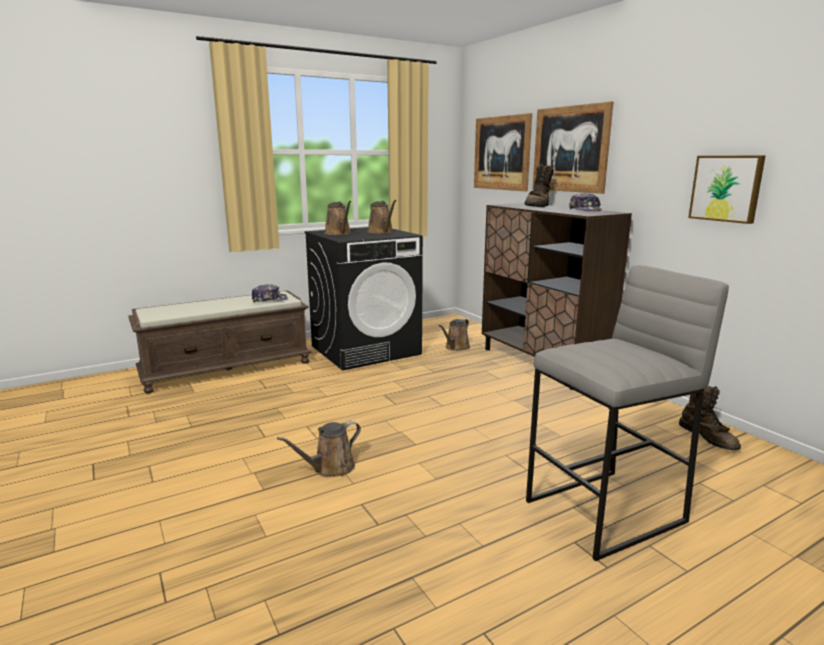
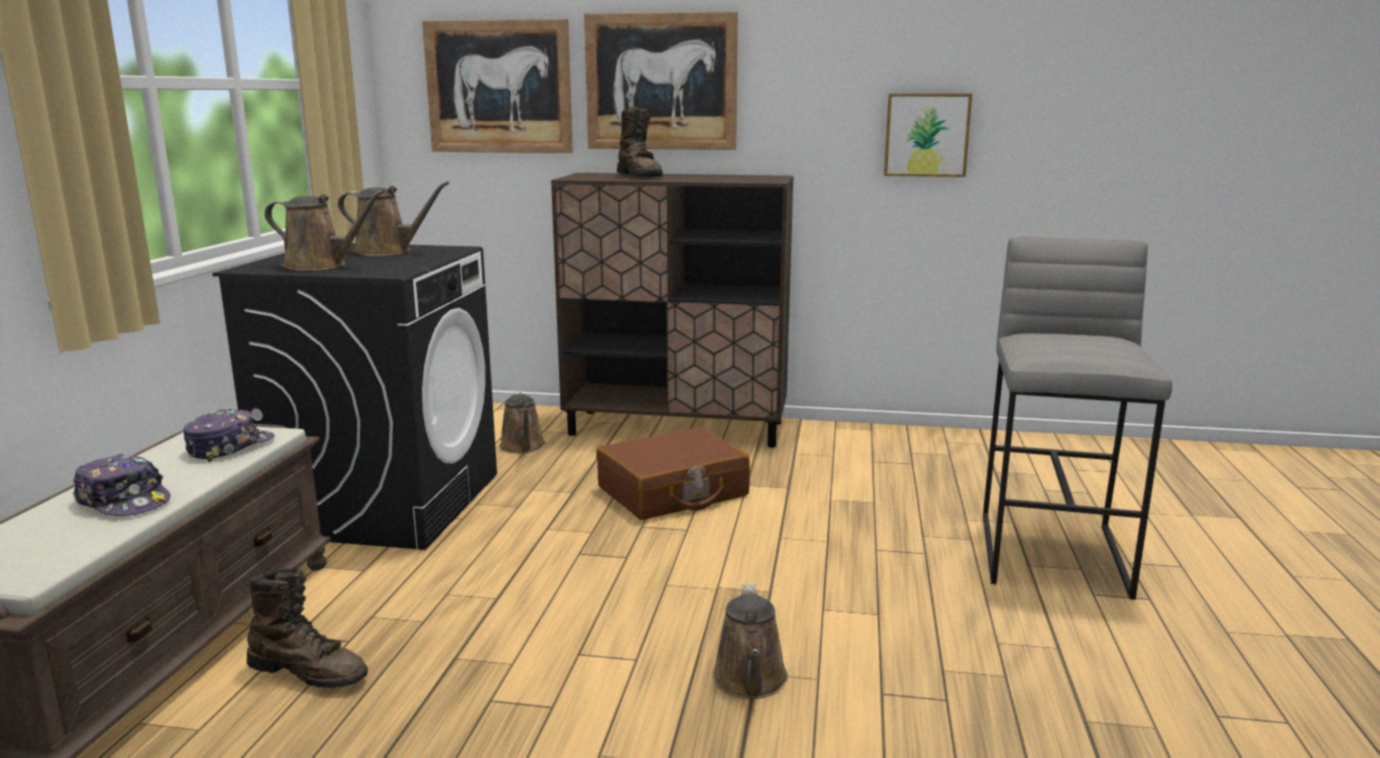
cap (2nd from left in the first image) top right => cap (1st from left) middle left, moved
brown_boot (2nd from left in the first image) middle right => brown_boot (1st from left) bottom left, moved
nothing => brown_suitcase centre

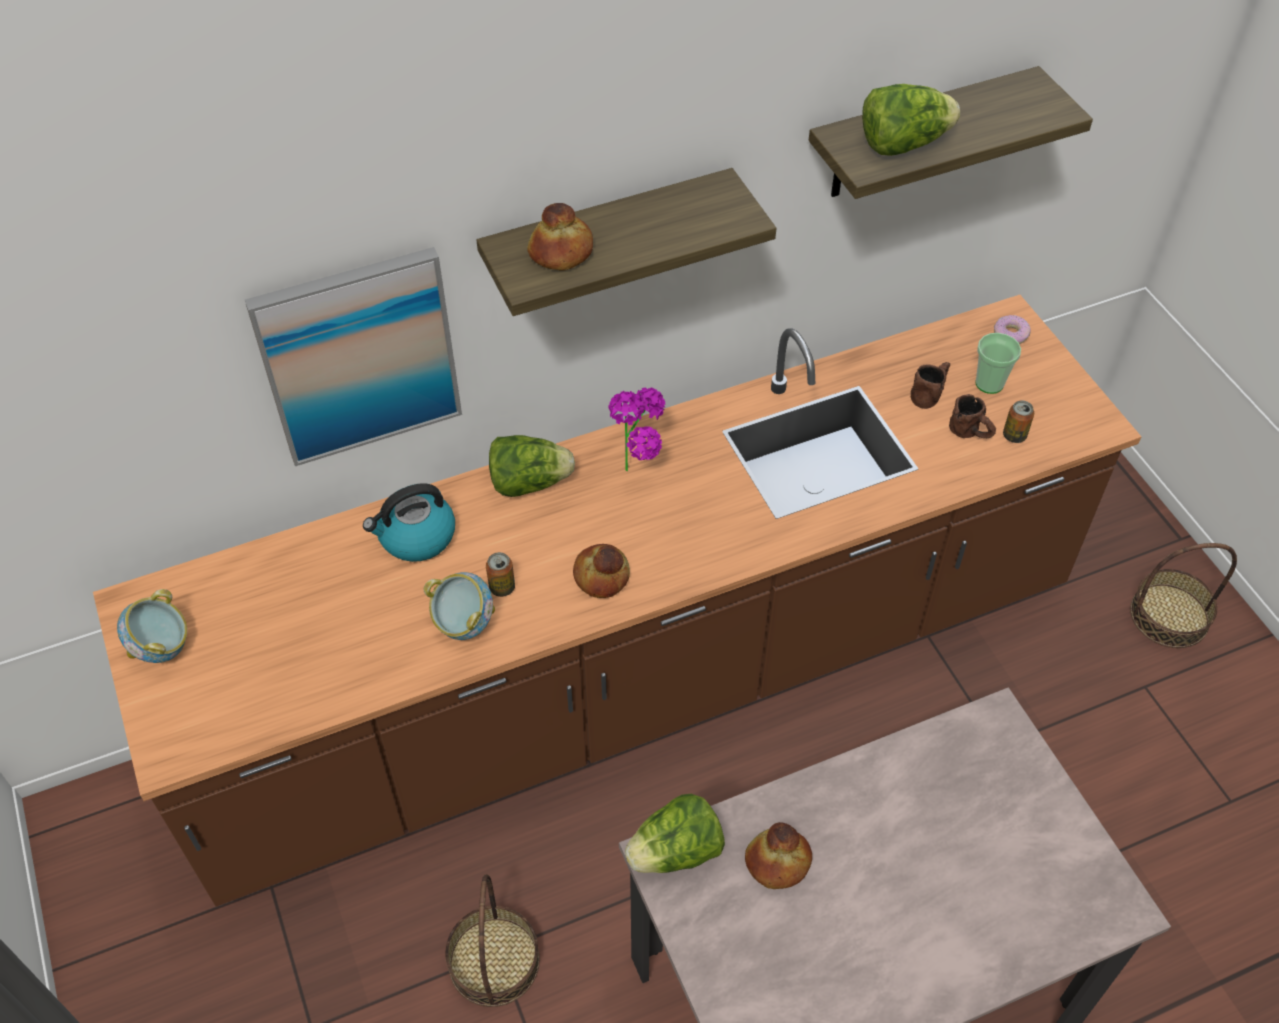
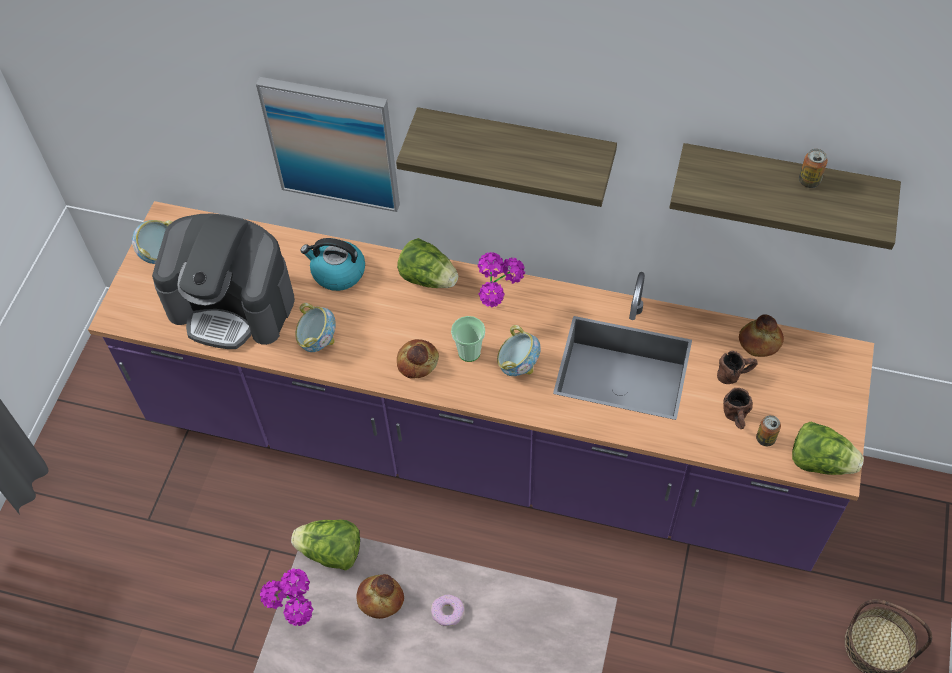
brown_counter centre => purple_counter centre
basket (1st from left) bottom centre => nothing
can (1st from left in the first image) centre => can (2nd from left) top right, moved
bread (1st from left in the first image) top centre => bread (3rd from left) middle right, moved
lettuce (3rd from left) top right => lettuce (3rd from left) middle right, moved
cup middle right => cup centre, moved
donut top right => donut bottom centre, moved
nothing => coffee_machine middle left
nothing => potted_plant (1st from left) bottom left
nothing => bowl (3rd from left) centre

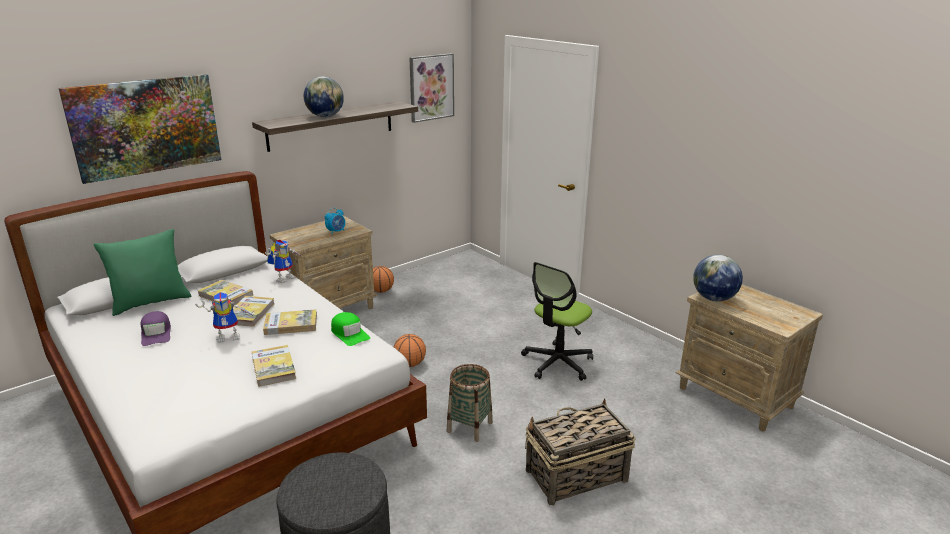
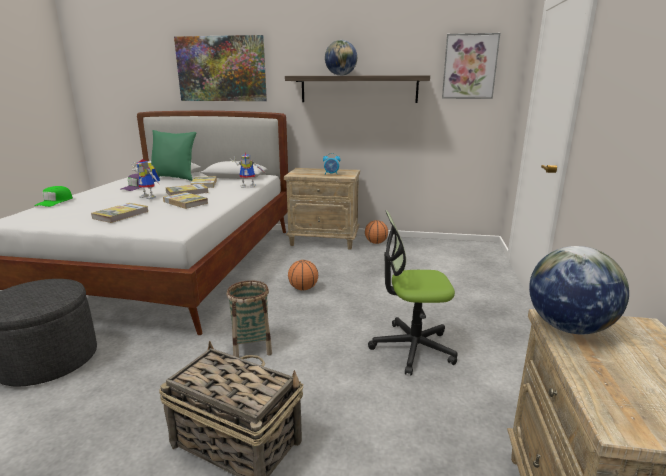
green_cap centre => green_cap middle left, moved

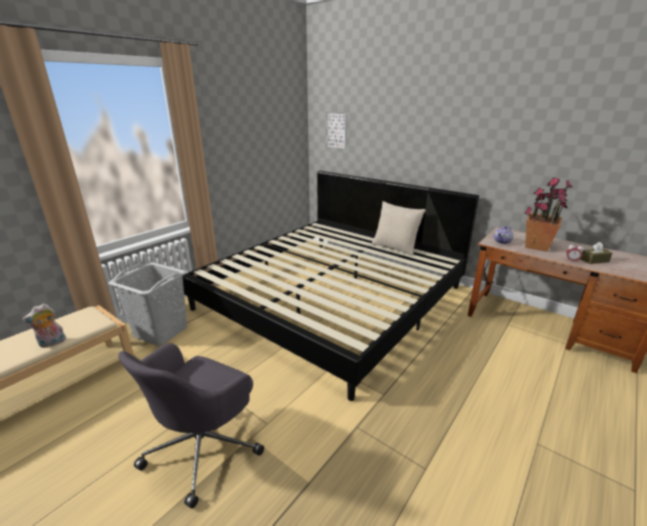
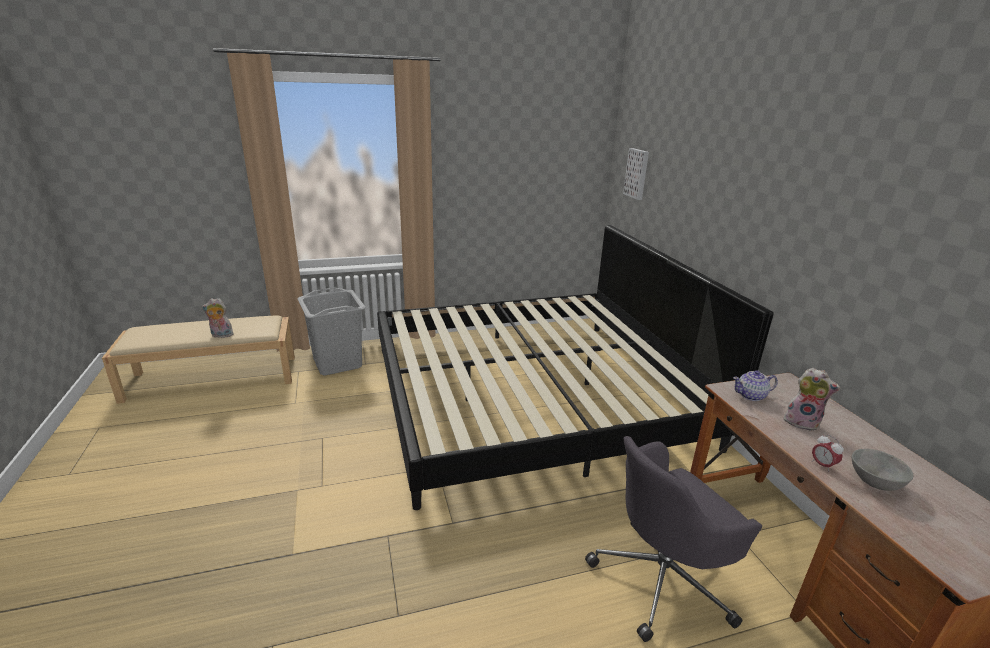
grey_office_chair bottom left => grey_office_chair bottom right, moved
beige_pillow centre => nothing
potted_plant middle right => plush_toy (2nd from left) middle right
brown_tissue_box middle right => grey_bowl bottom right

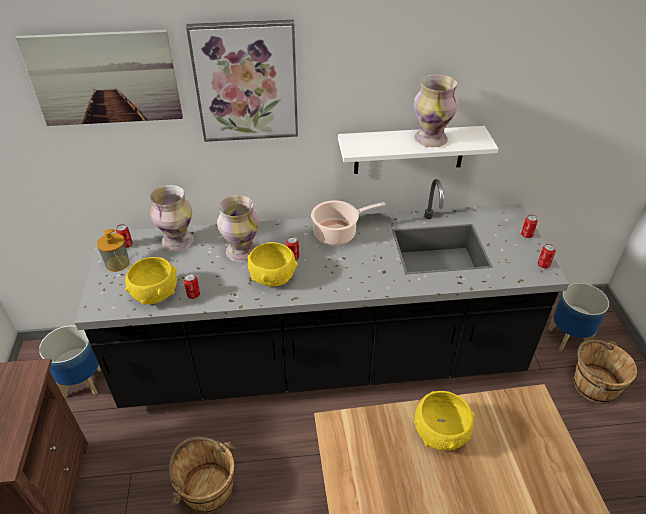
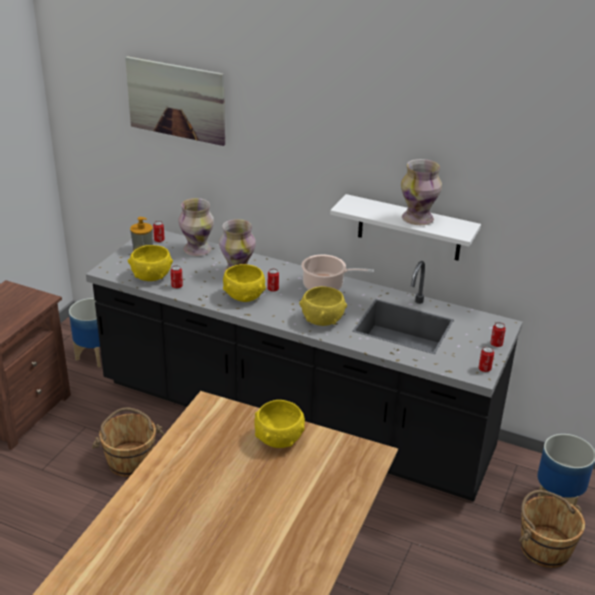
picture (2nd from left) top centre => nothing
nothing => yellow_bowl (4th from left) centre

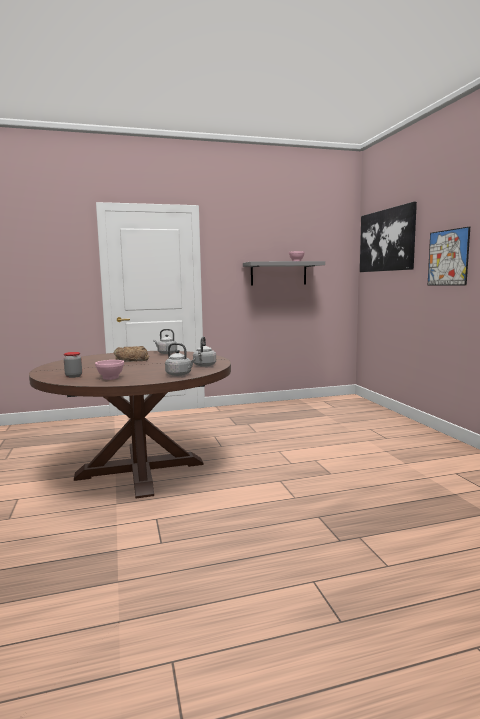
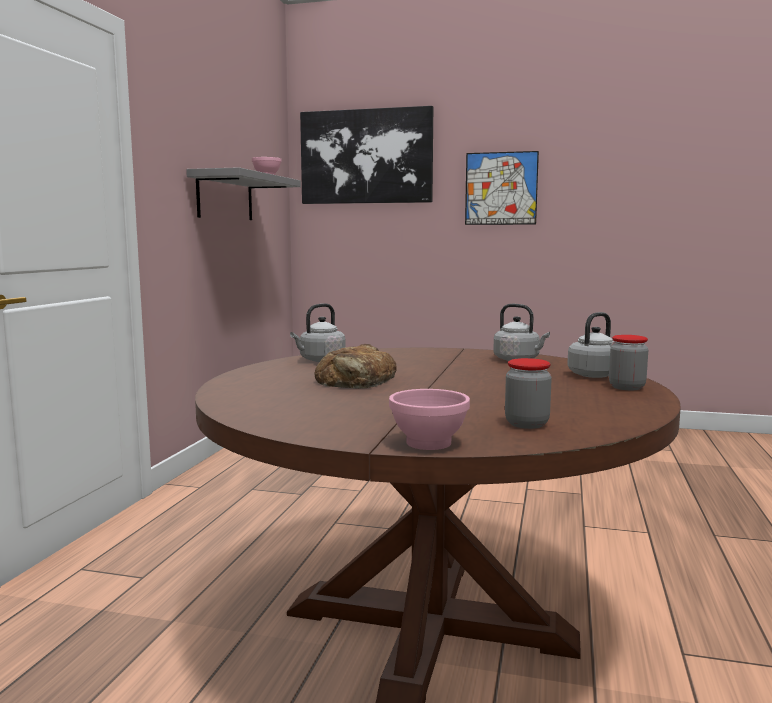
pink_bowl (1st from left in the first image) middle left => pink_bowl (2nd from left) centre, moved
nothing => jar (2nd from left) middle right

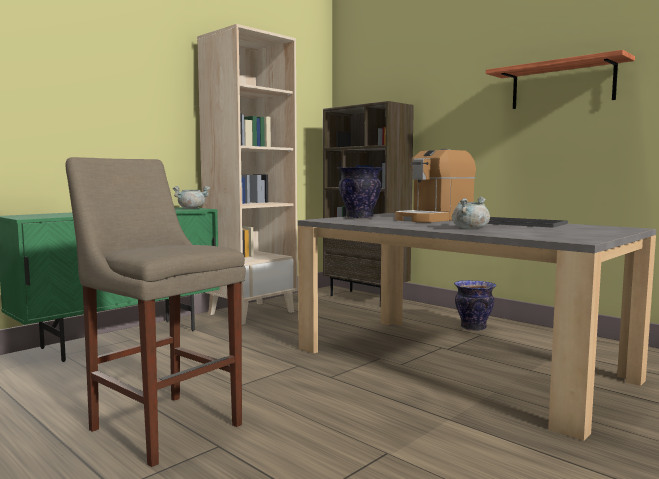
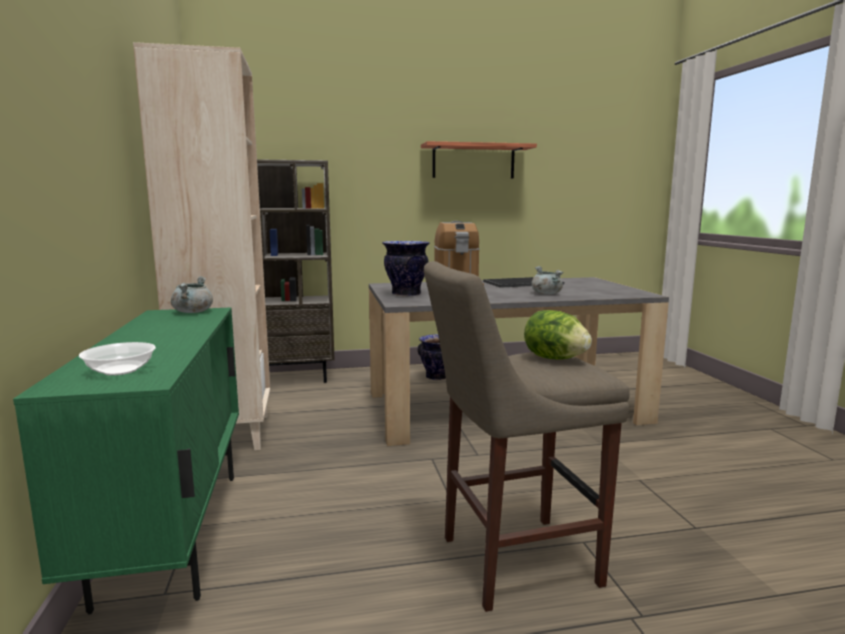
nothing => bowl middle left
nothing => lettuce centre

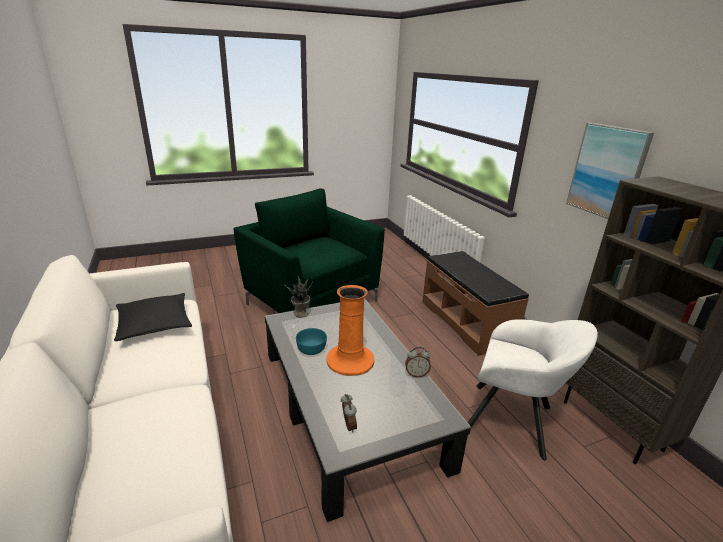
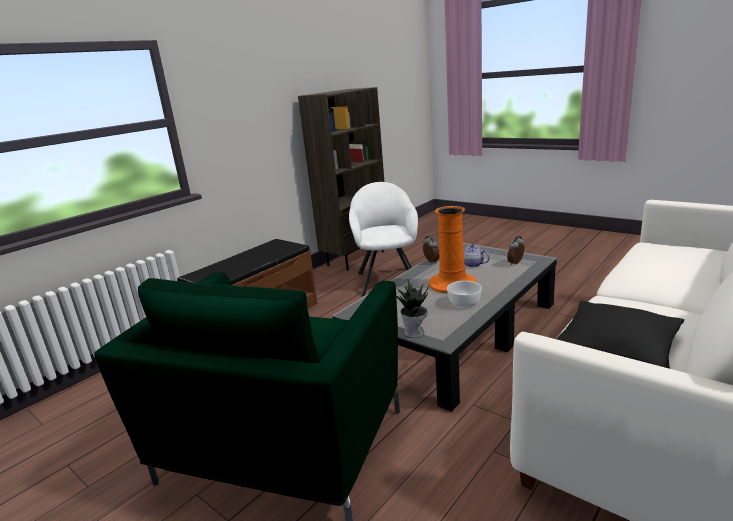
turquoise_bowl centre => white_bowl centre
picture top right => nothing
nothing => teapot centre

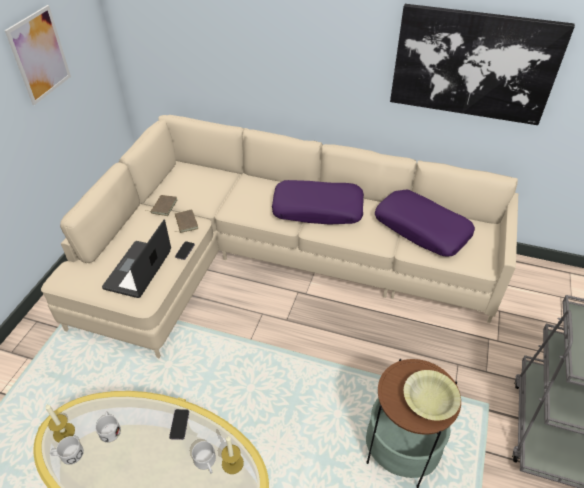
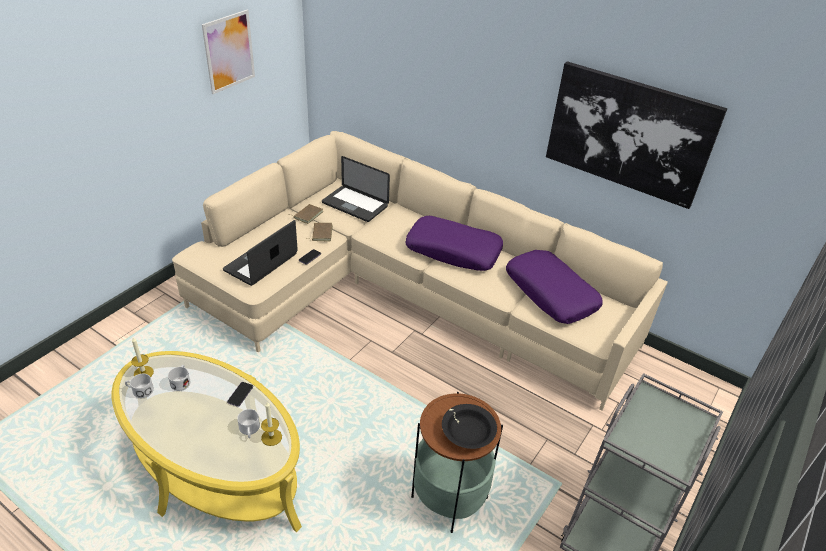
yellow_bowl bottom right => black_bowl bottom centre
nothing => laptop (2nd from left) centre

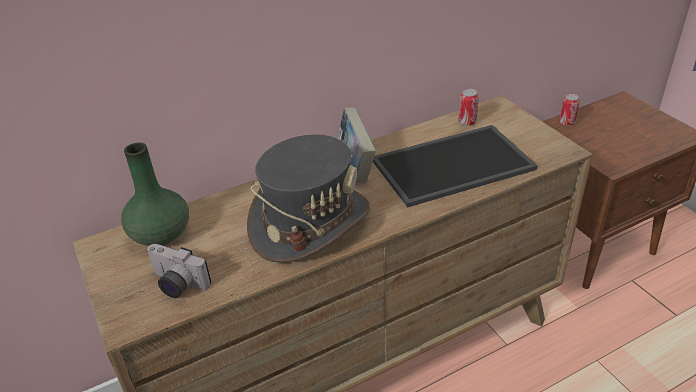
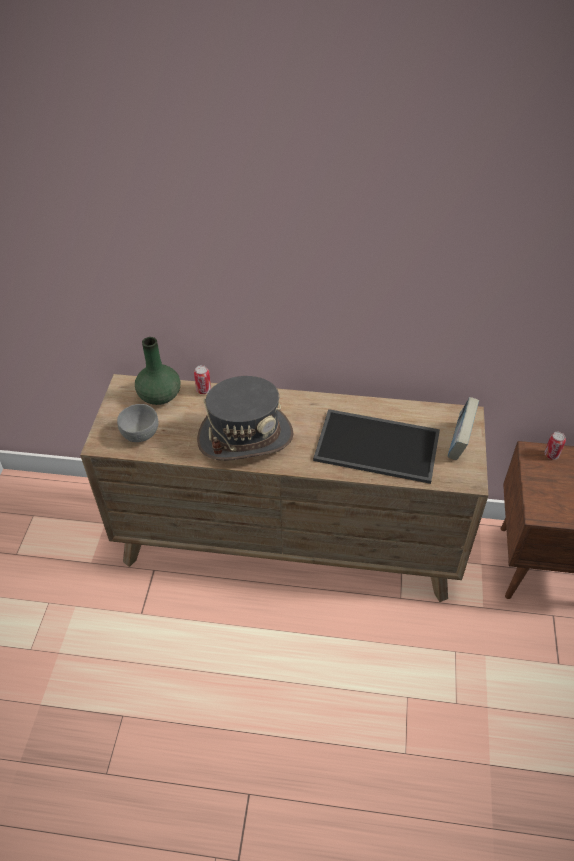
photo_camera bottom left => grey_bowl middle left
book centre => book middle right, moved
can (1st from left) top right => can (1st from left) centre, moved

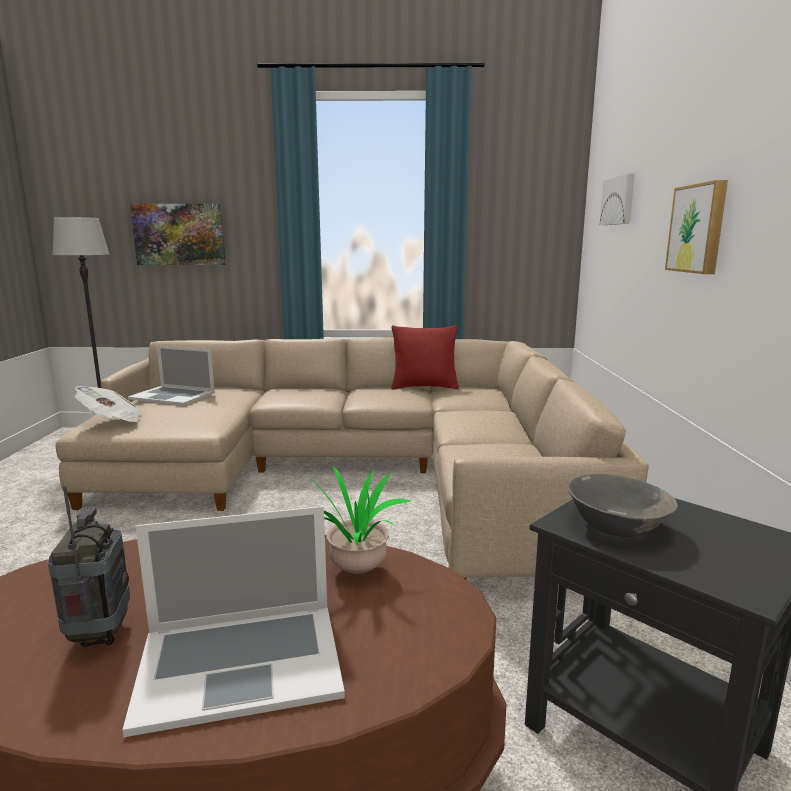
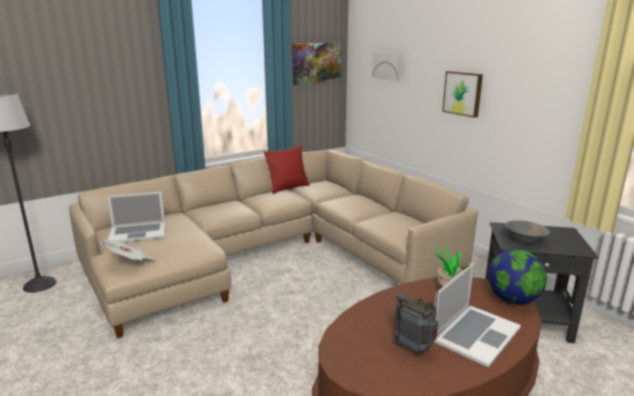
picture (1st from left) top left => picture (1st from left) top centre, moved
nothing => globe bottom right

